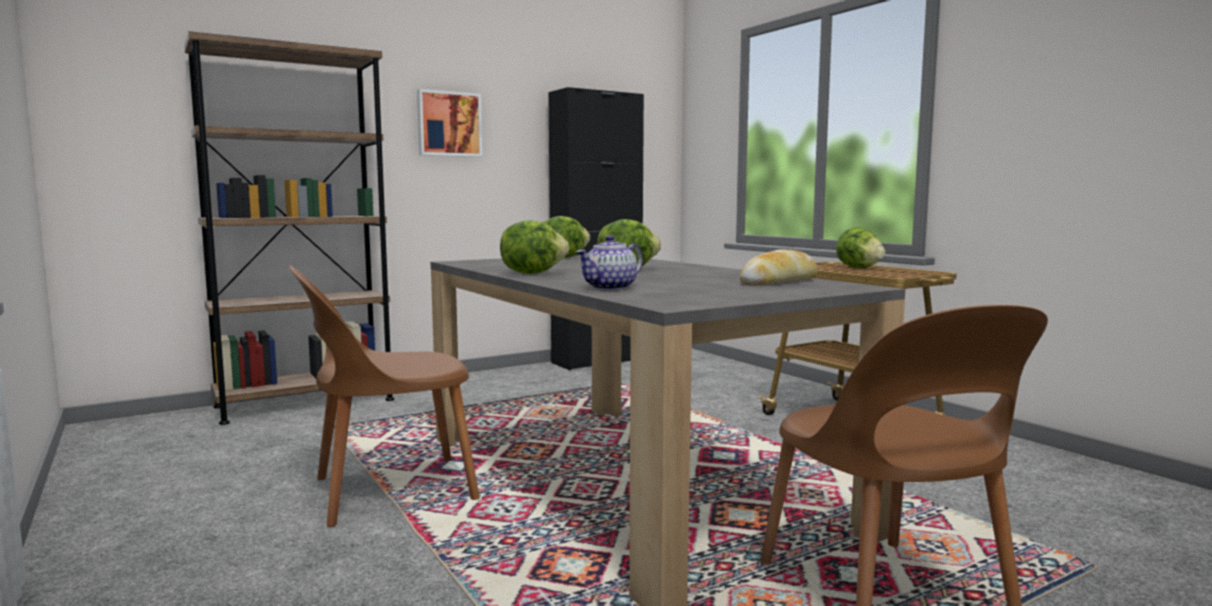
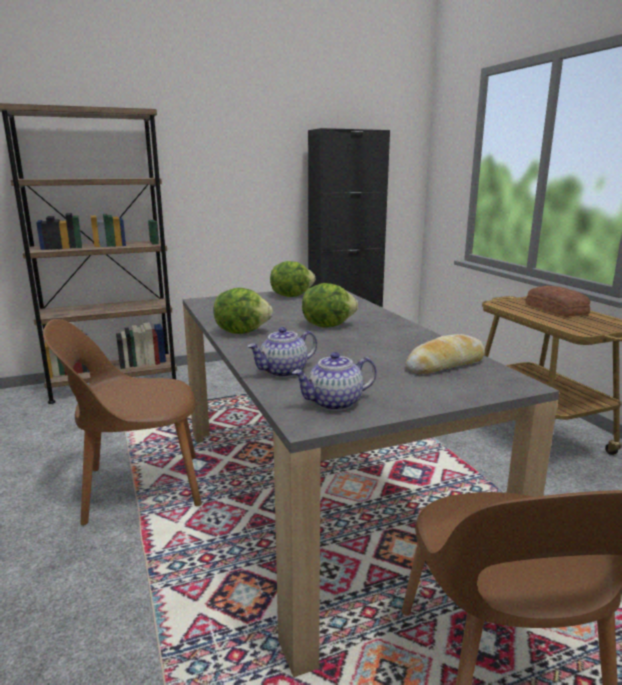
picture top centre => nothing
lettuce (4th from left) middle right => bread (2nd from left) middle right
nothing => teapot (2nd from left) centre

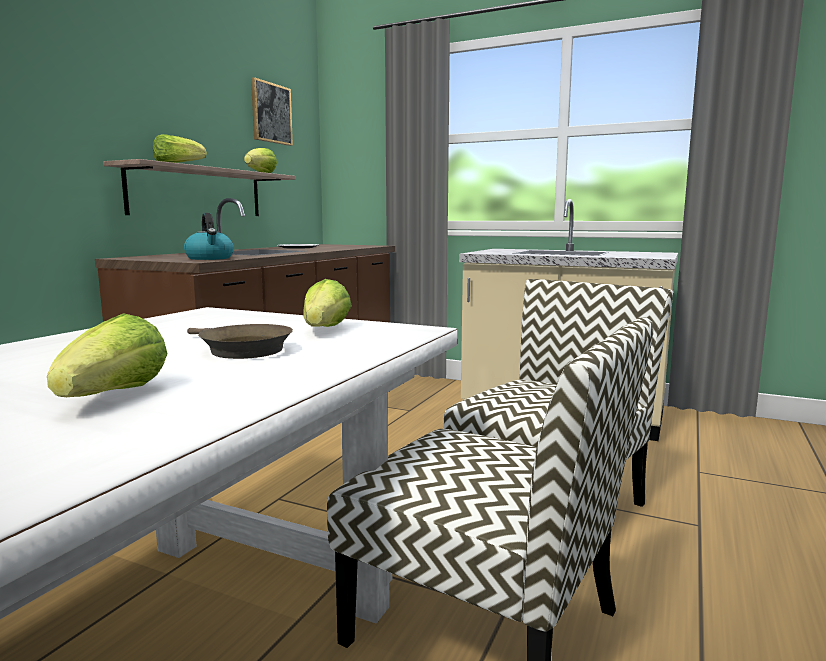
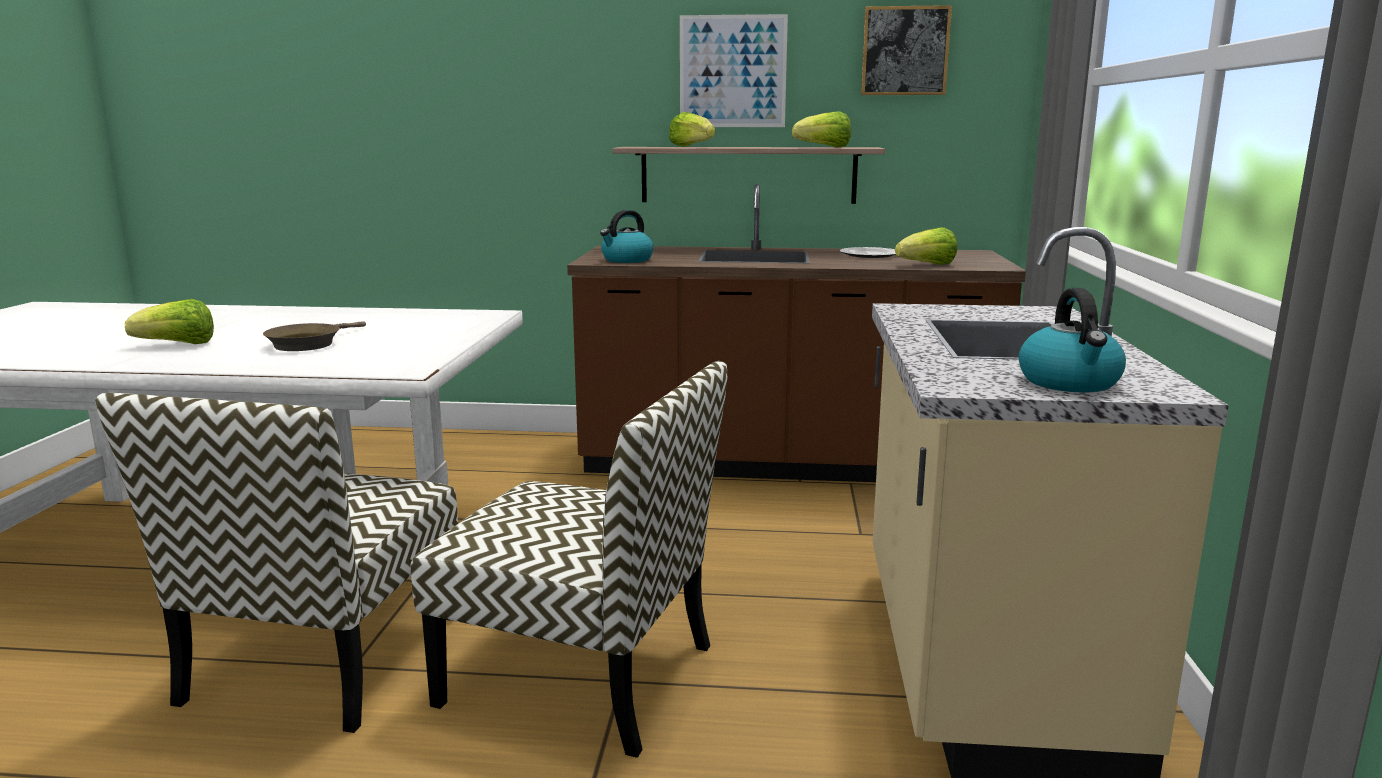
lettuce (4th from left) centre => lettuce (4th from left) top right, moved
nothing => picture (1st from left) top centre
nothing => kettle (2nd from left) middle right

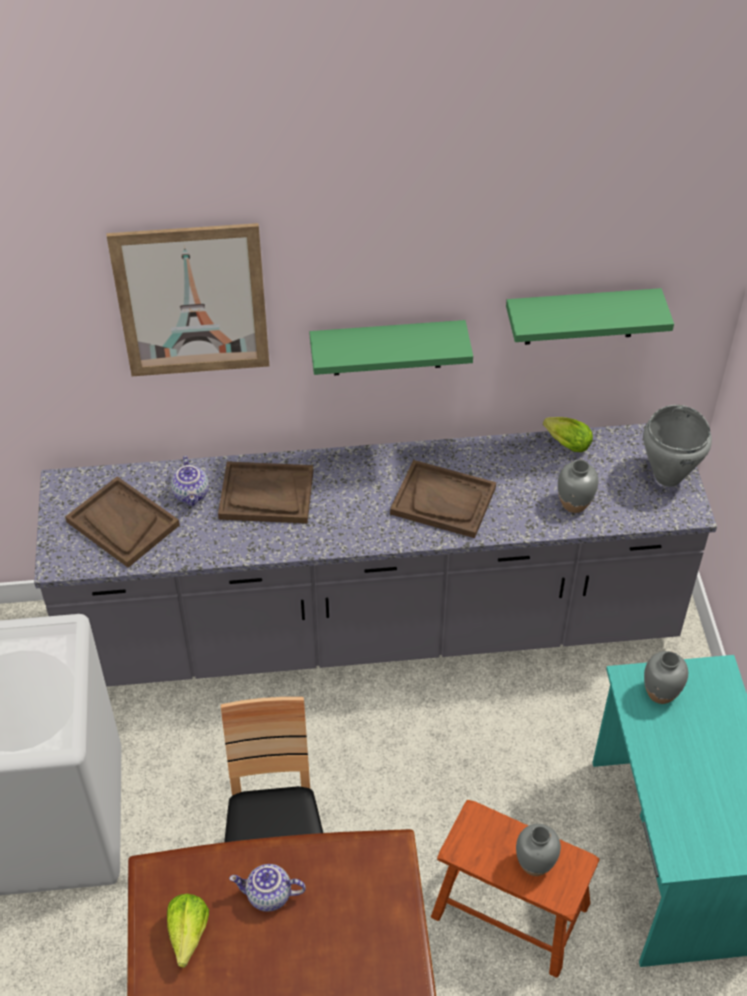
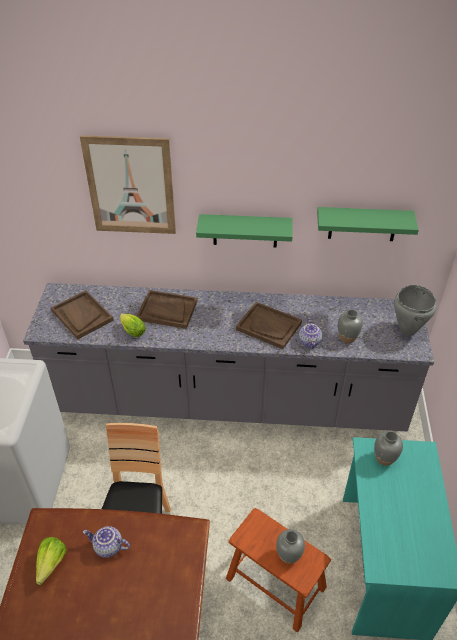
teapot (1st from left in the first image) middle left => teapot (2nd from left) middle right, moved
lettuce (2nd from left) middle right => lettuce (2nd from left) middle left, moved

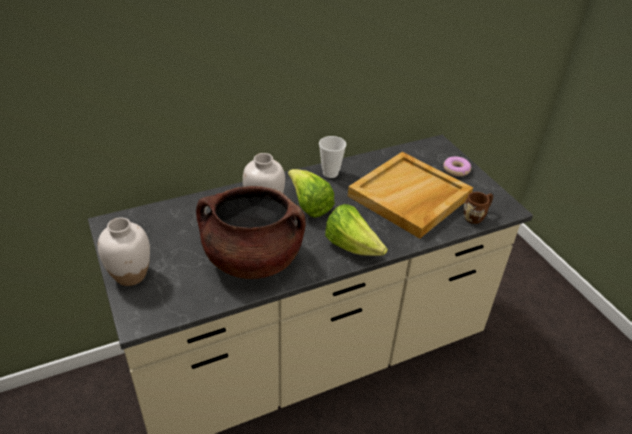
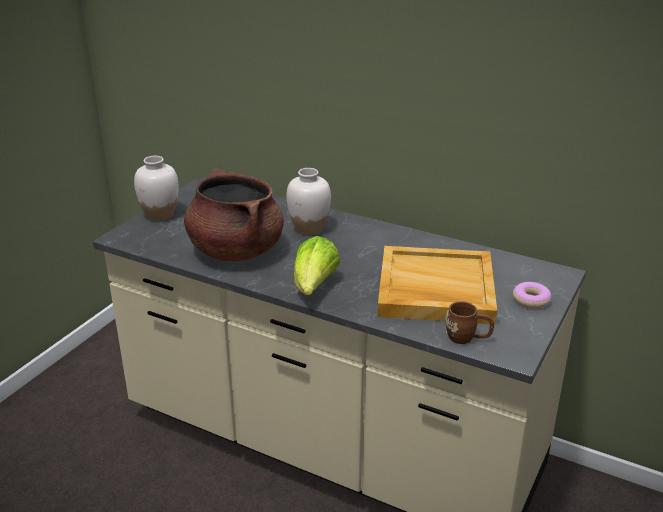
lettuce (1st from left) centre => nothing
cup centre => nothing

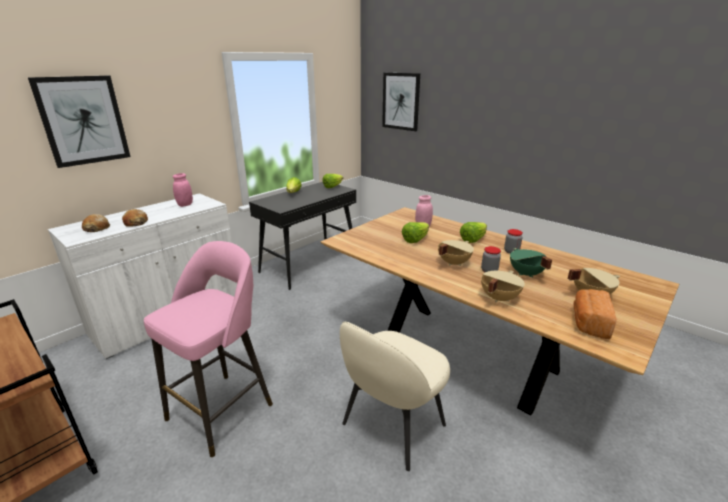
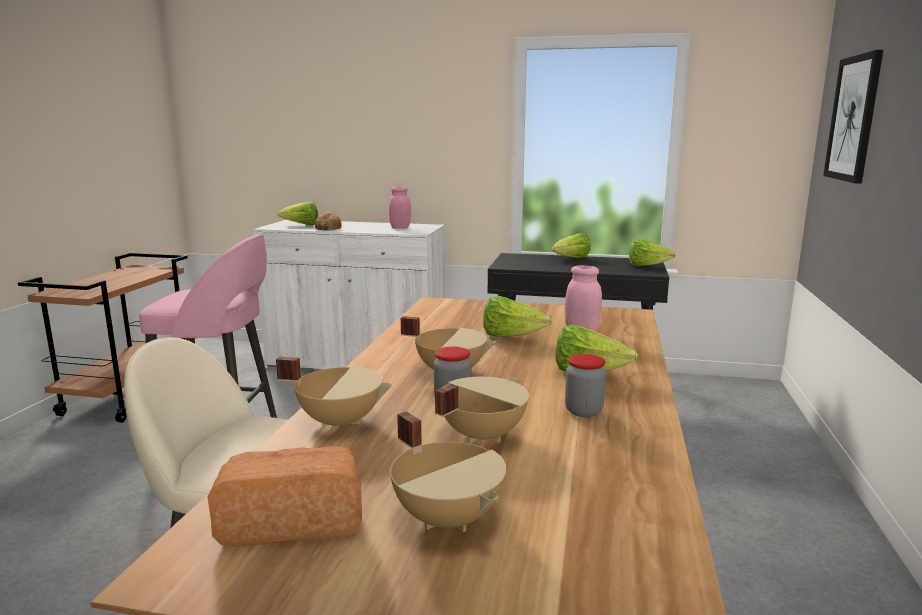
picture (1st from left) top left => nothing
bread (1st from left) middle left => lettuce (1st from left) middle left
green_cooking_pot middle right => beige_cooking_pot (4th from left) bottom centre

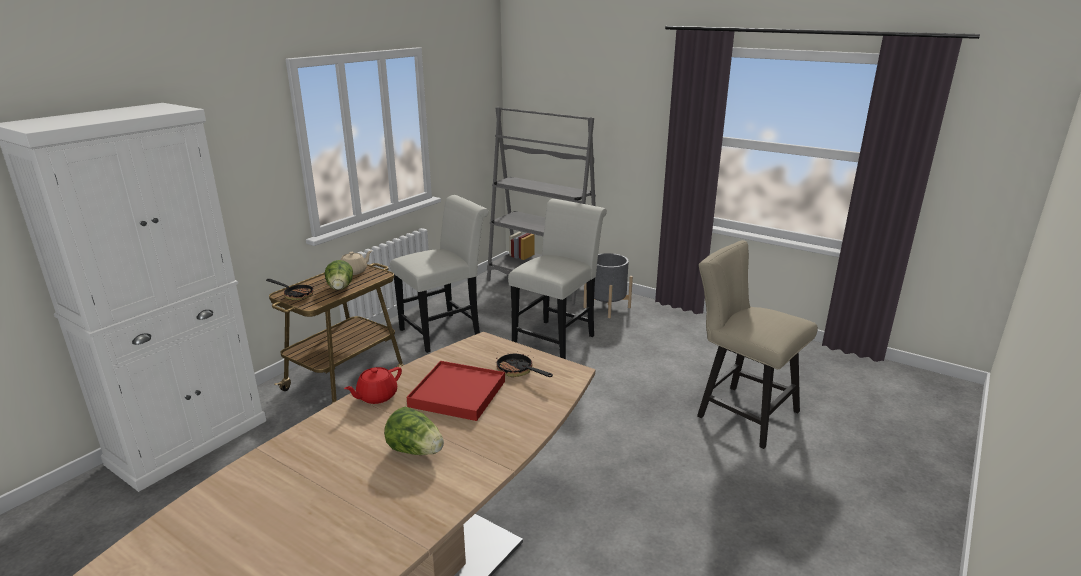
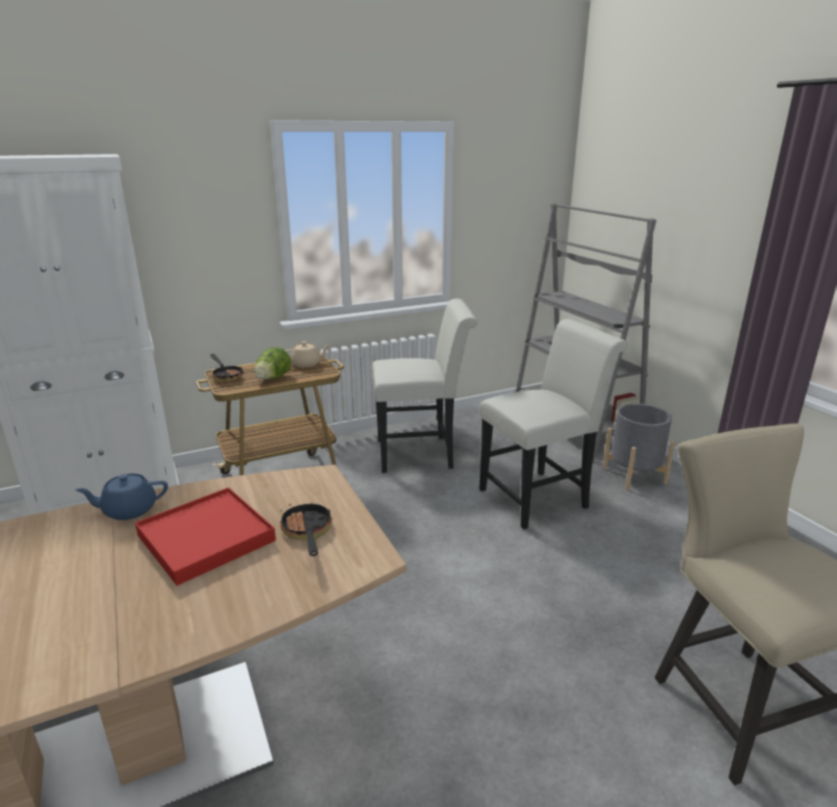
red_teapot bottom centre => blue_teapot middle left
lettuce (2nd from left) bottom centre => nothing

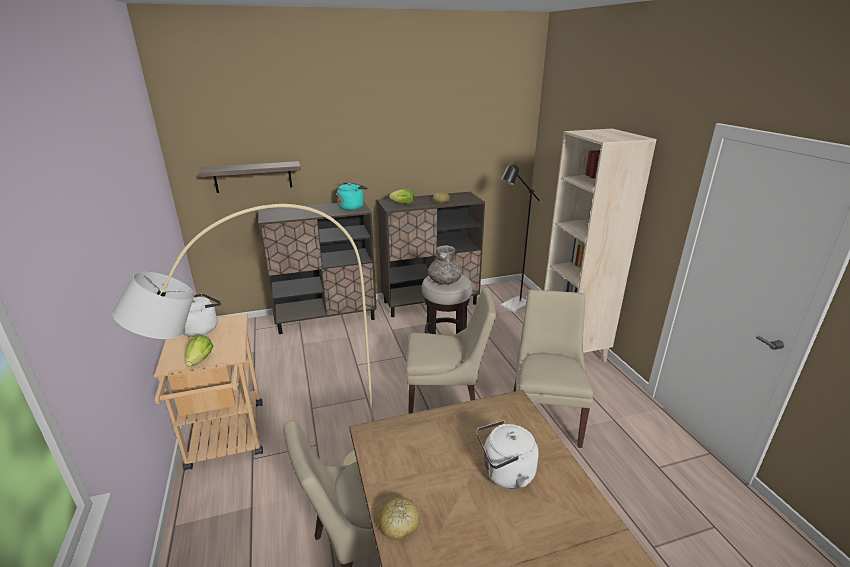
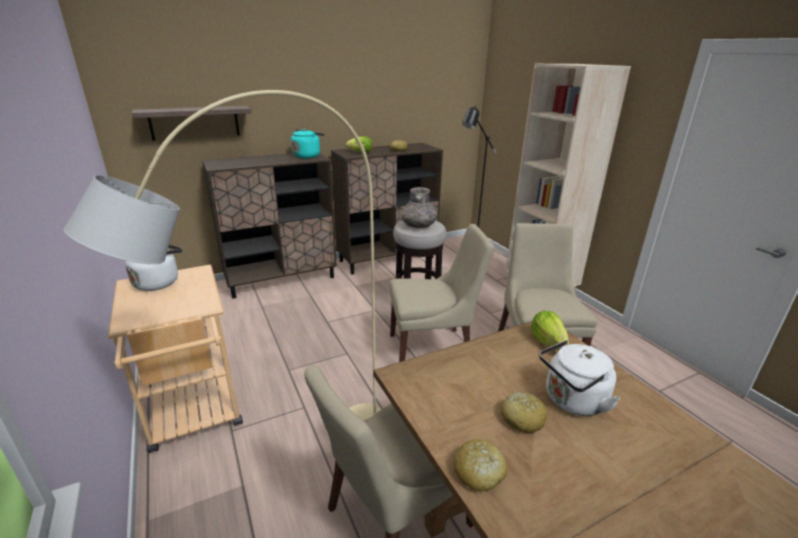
lettuce (1st from left in the first image) middle left => lettuce (2nd from left) middle right, moved
nothing => bread (3rd from left) bottom centre

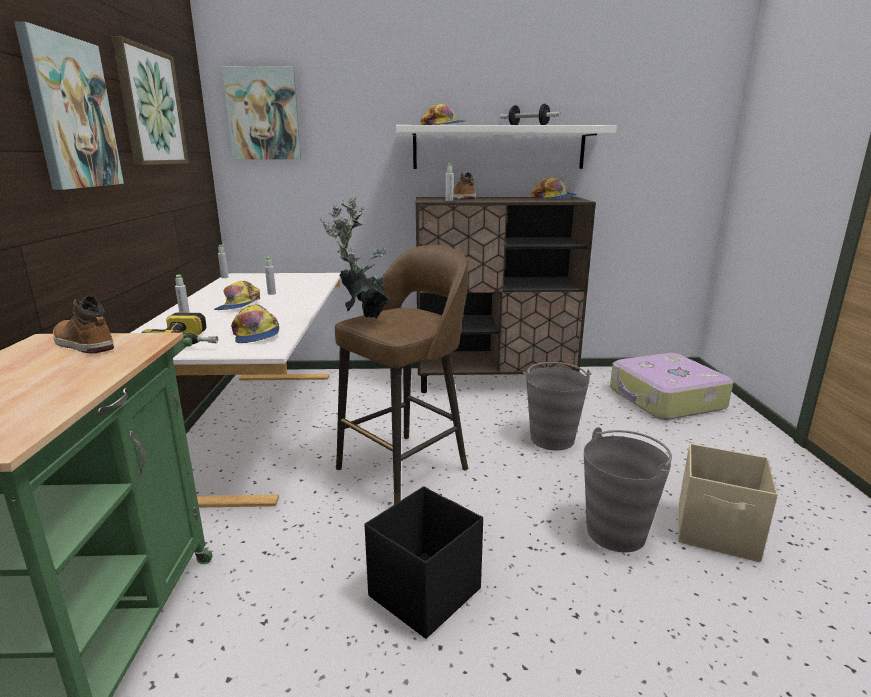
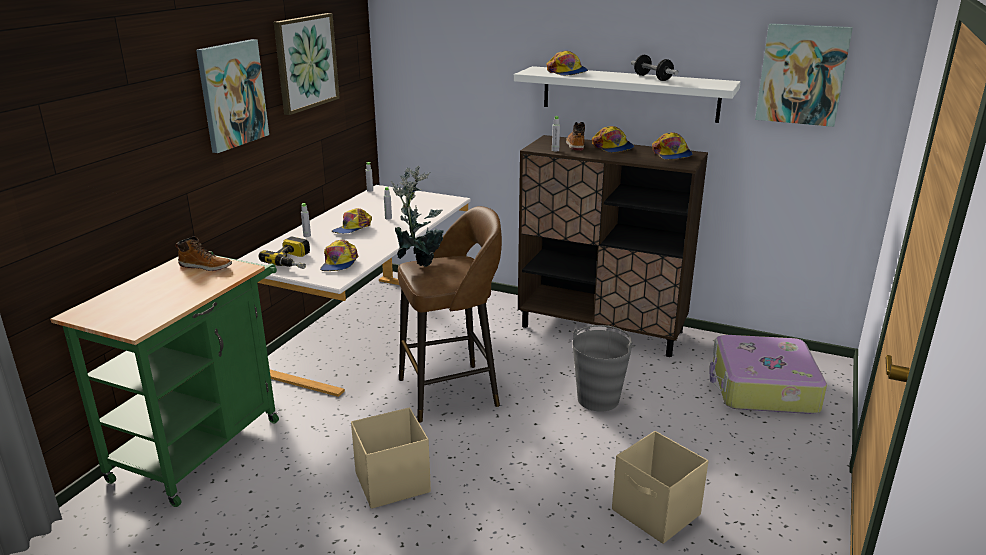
boot (1st from left) middle left, 135 degrees clockwise
picture (3rd from left) top left => picture (3rd from left) top right, moved
black_storage_box bottom centre => beige_storage_box (1st from left) bottom centre
grey_bucket (2nd from left) bottom right => nothing
nothing => cap (4th from left) top centre

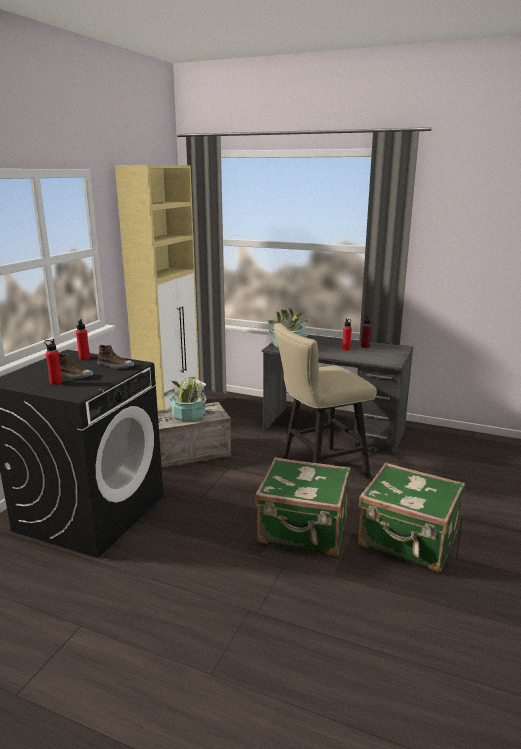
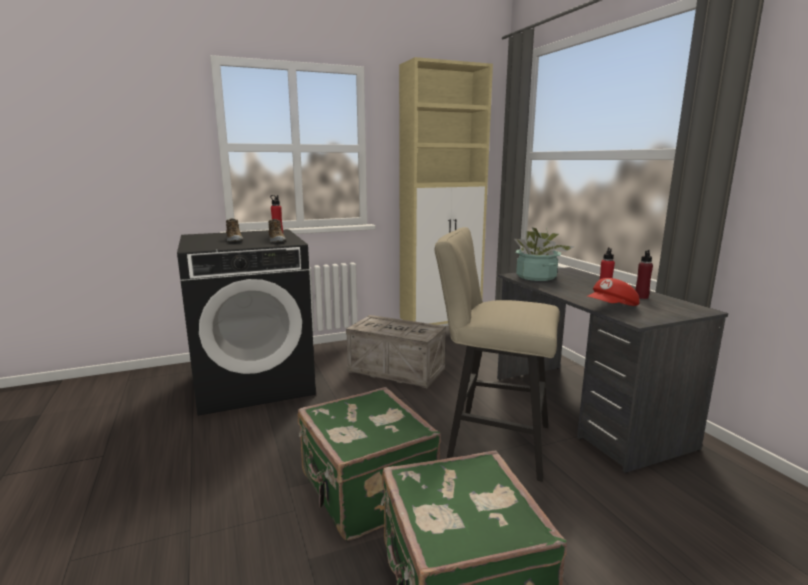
red_bottle (1st from left) middle left => nothing
potted_plant (1st from left) centre => nothing
nothing => red_cap middle right

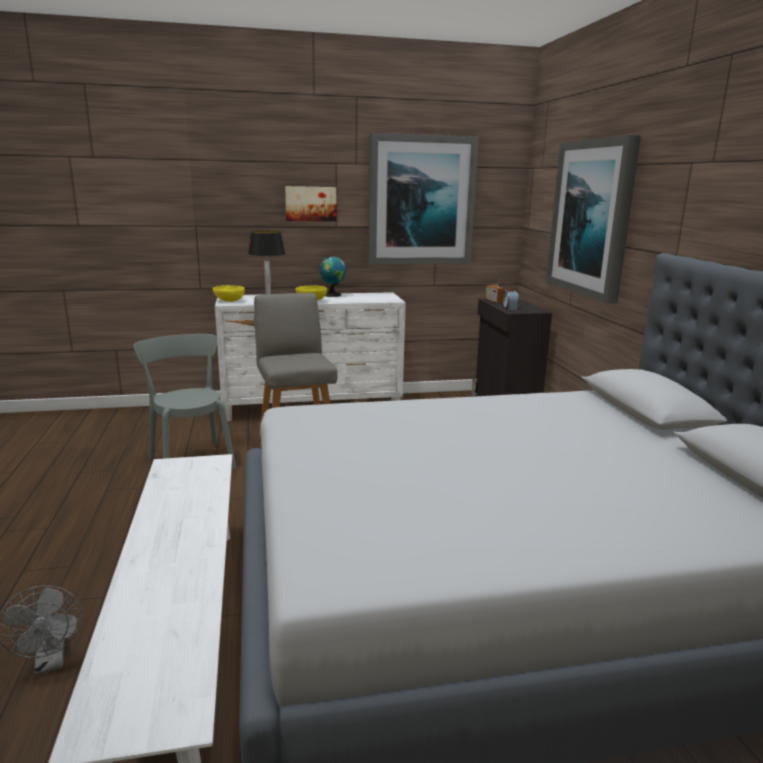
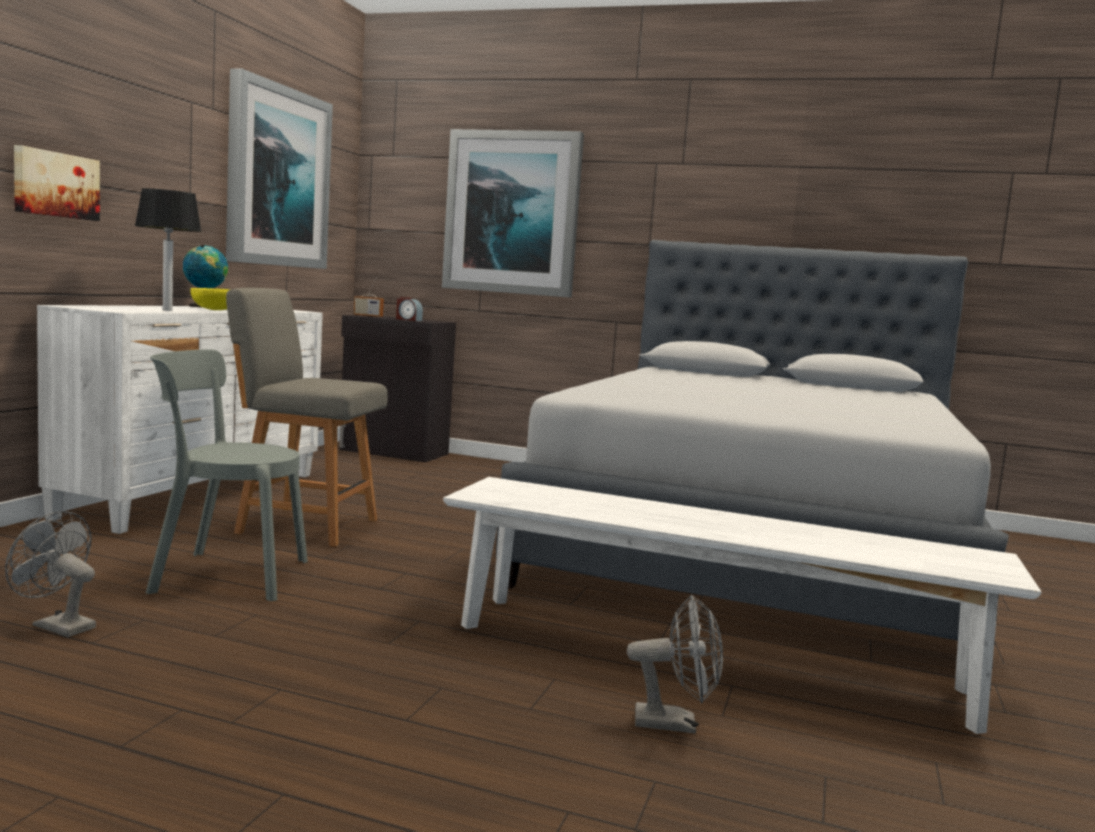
yellow_bowl (1st from left) middle left => nothing
picture (1st from left) top centre => picture (1st from left) top left, moved
nothing => grey_fan (1st from left) bottom left

